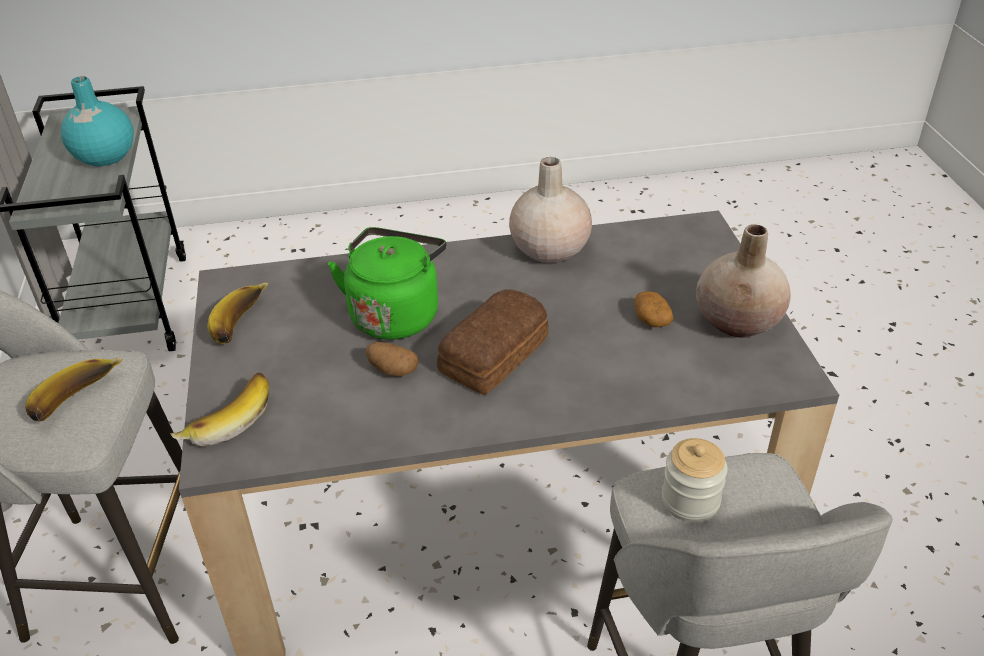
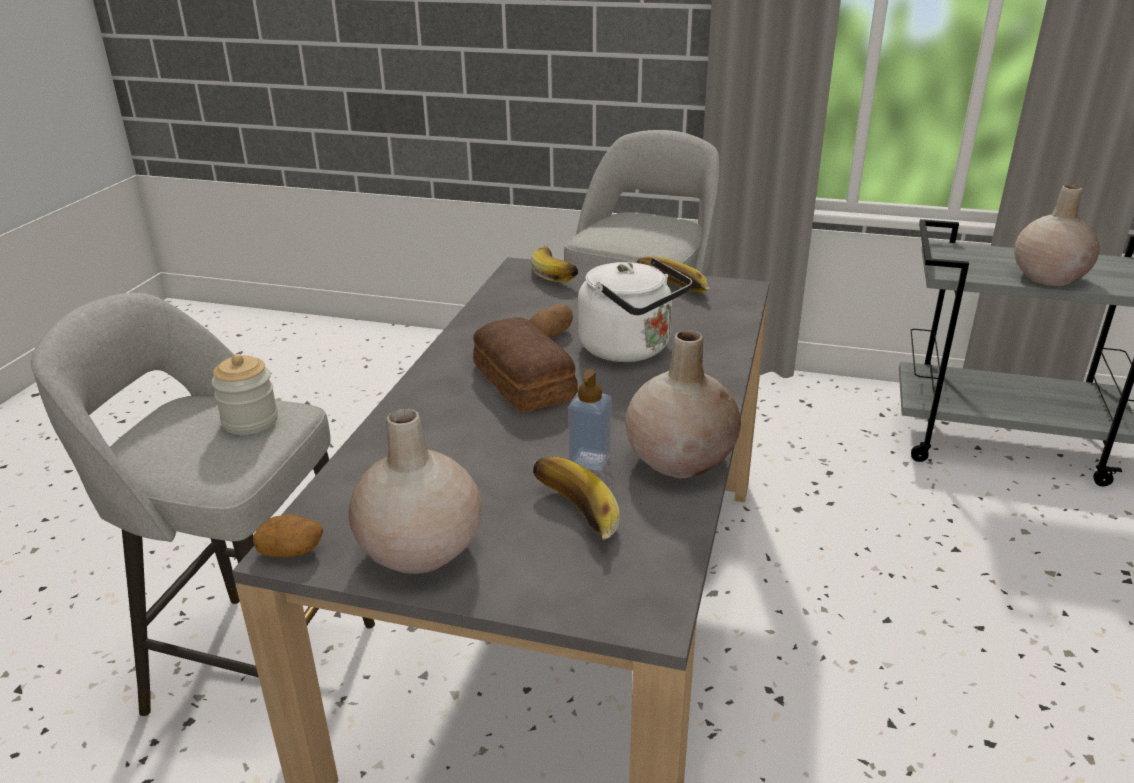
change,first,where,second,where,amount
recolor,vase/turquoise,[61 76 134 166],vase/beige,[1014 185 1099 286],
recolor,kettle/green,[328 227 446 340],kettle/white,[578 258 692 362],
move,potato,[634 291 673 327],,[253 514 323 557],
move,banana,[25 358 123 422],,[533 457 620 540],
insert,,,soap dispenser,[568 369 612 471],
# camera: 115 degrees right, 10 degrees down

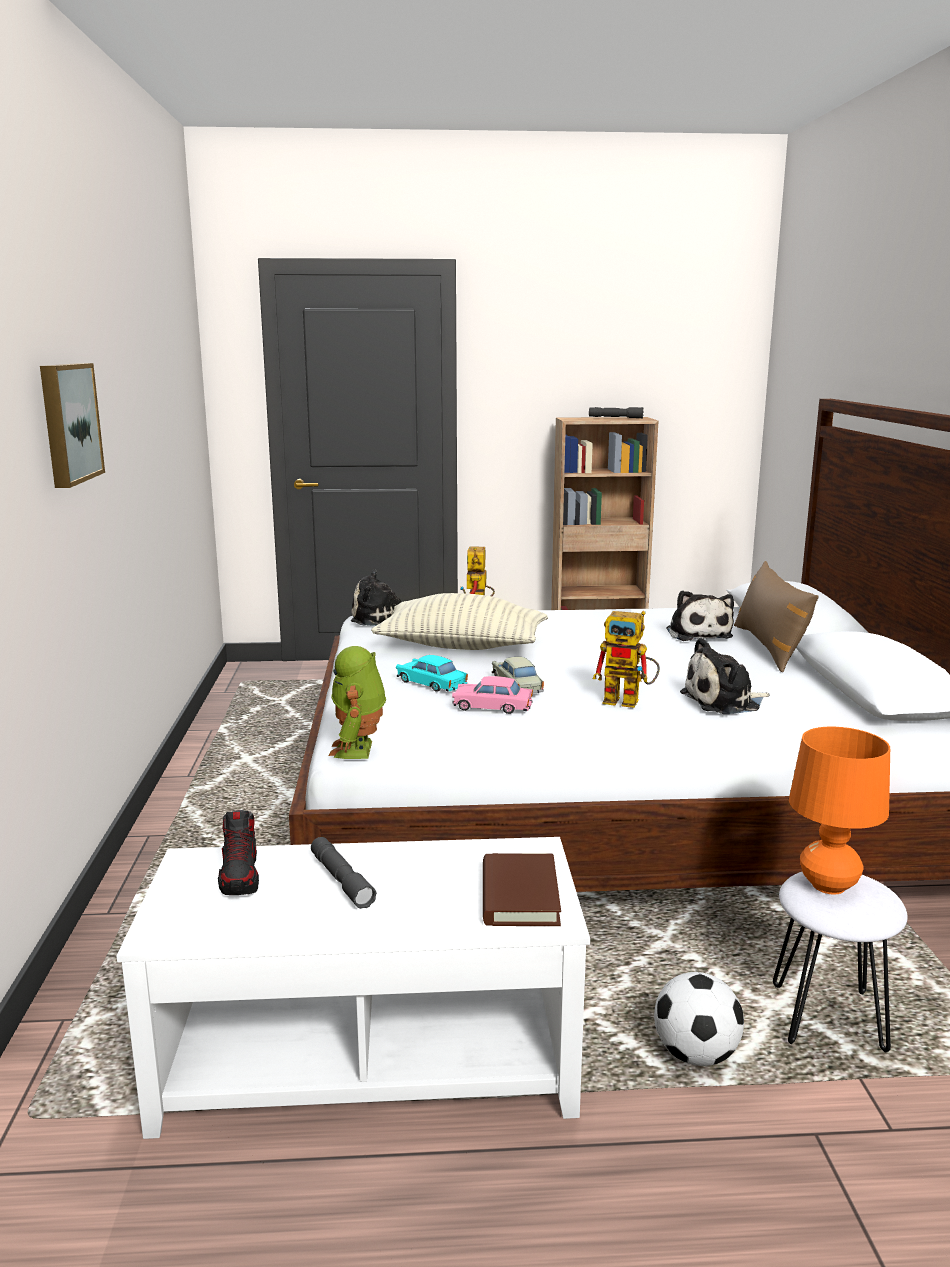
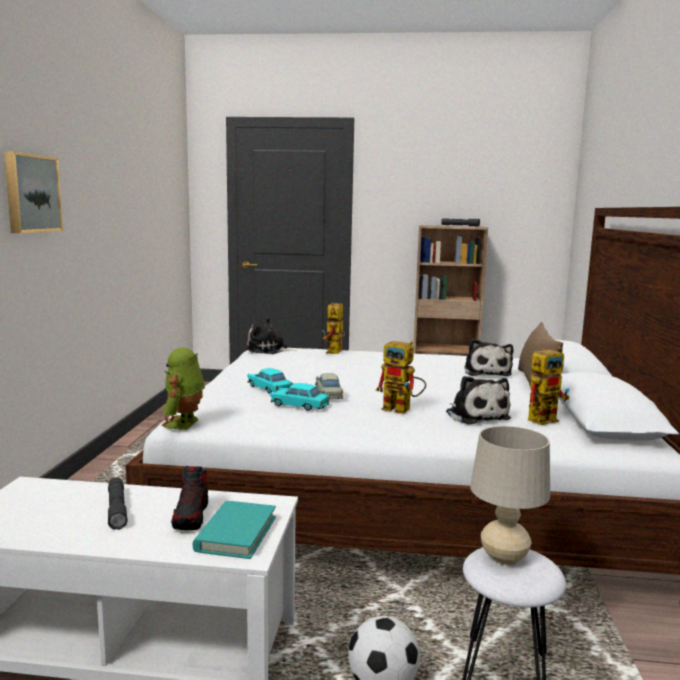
change,first,where,second,where,amount
delete,pillow,[371 593 548 650],,,
rotate,plush toy,[680 638 770 714],,[446 376 511 425],105 degrees counterclockwise
recolor,toy car/pink,[452 676 533 714],toy car/turquoise,[270 383 330 411],
recolor,table lamp/orange,[789 727 890 894],table lamp/beige,[470 426 550 565],
move,shoe,[218 810 259 895],,[171 466 208 530],
recolor,book/brown,[483 853 561 926],book/turquoise,[193 501 276 559],
insert,,,toy robot,[528 347 570 425],
# camera: 10 degrees right, 5 degrees down

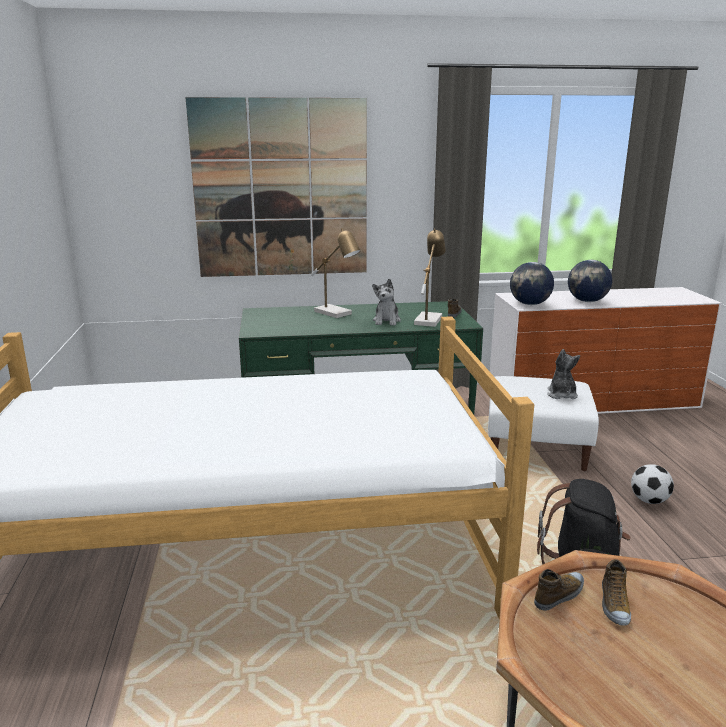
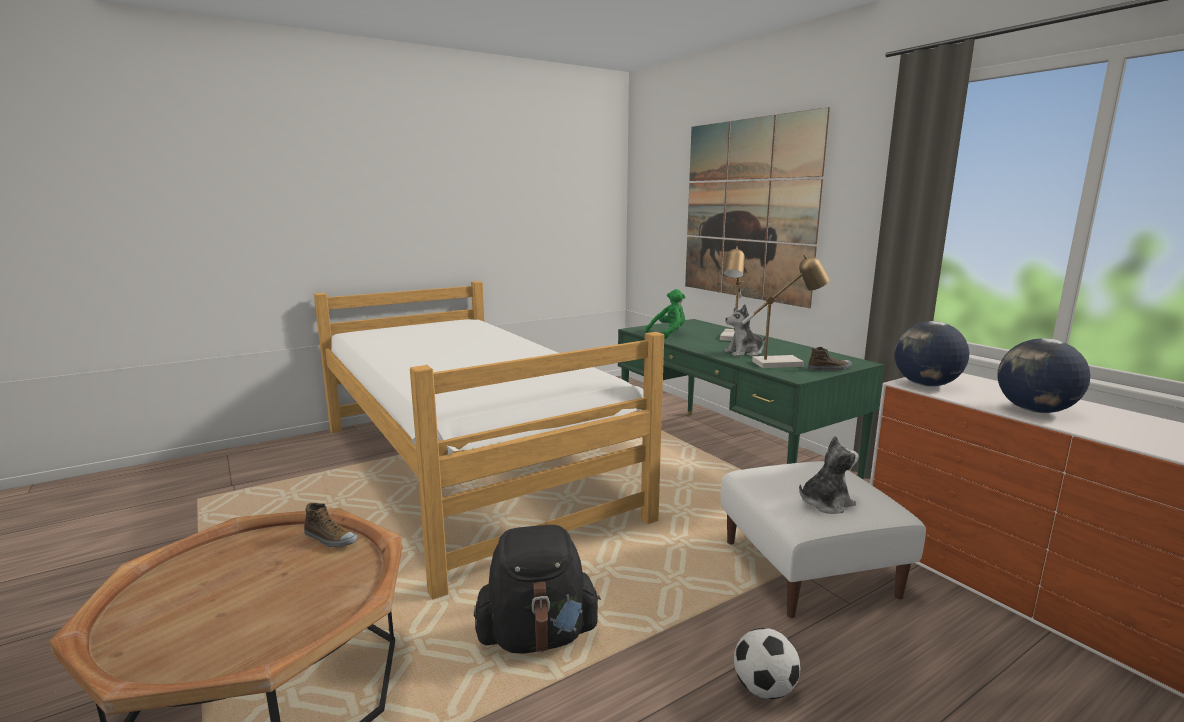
change,first,where,second,where,amount
delete,shoe,[602 559 631 626],,,
insert,,,plush toy/green,[645 289 685 339],
# camera: 65 degrees right, 5 degrees down

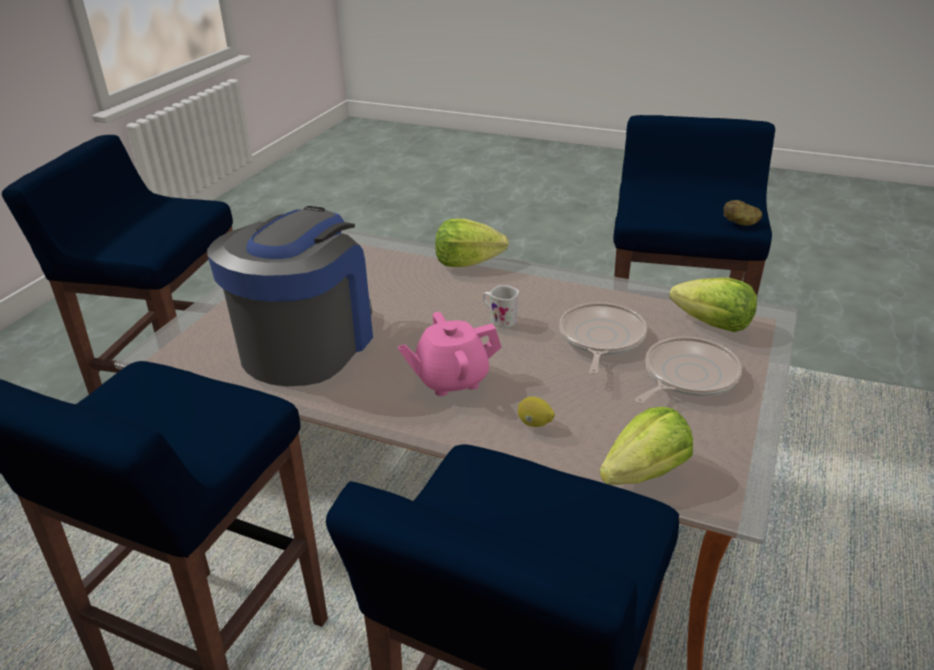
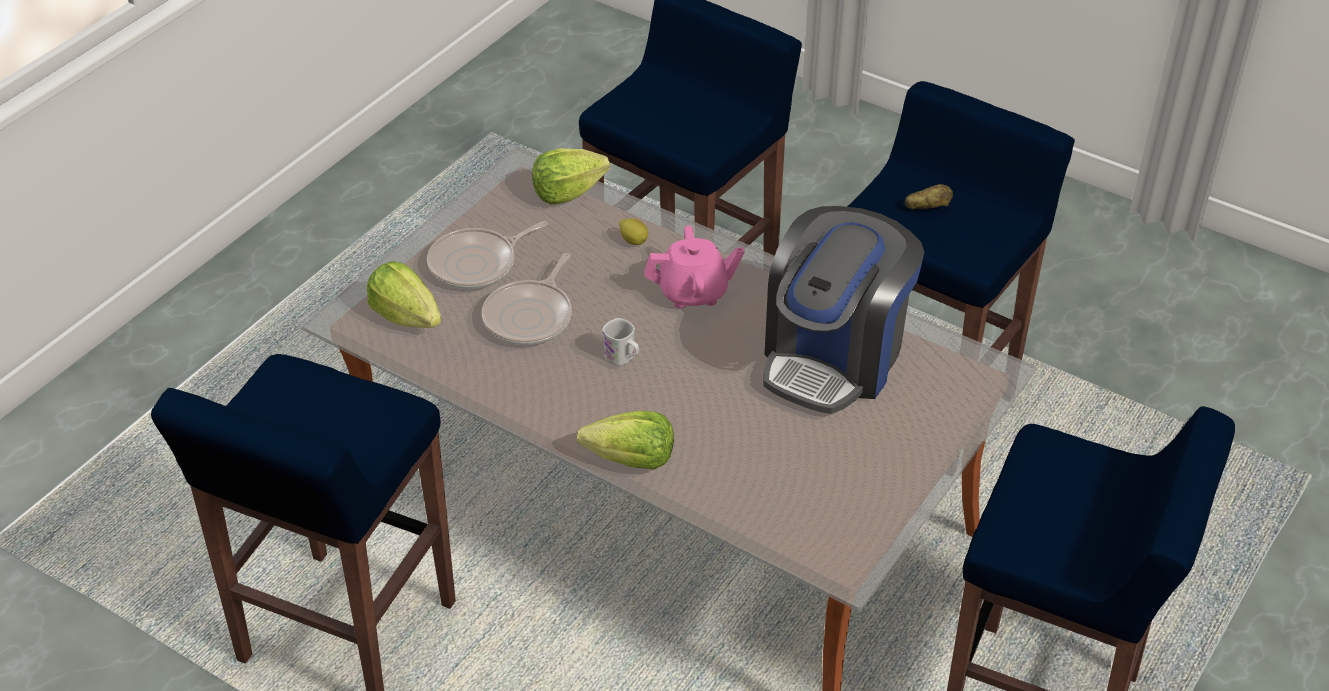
change,first,where,second,where,amount
move,potato,[723 200 762 226],,[905 184 953 209],
# camera: 170 degrees left, 10 degrees up

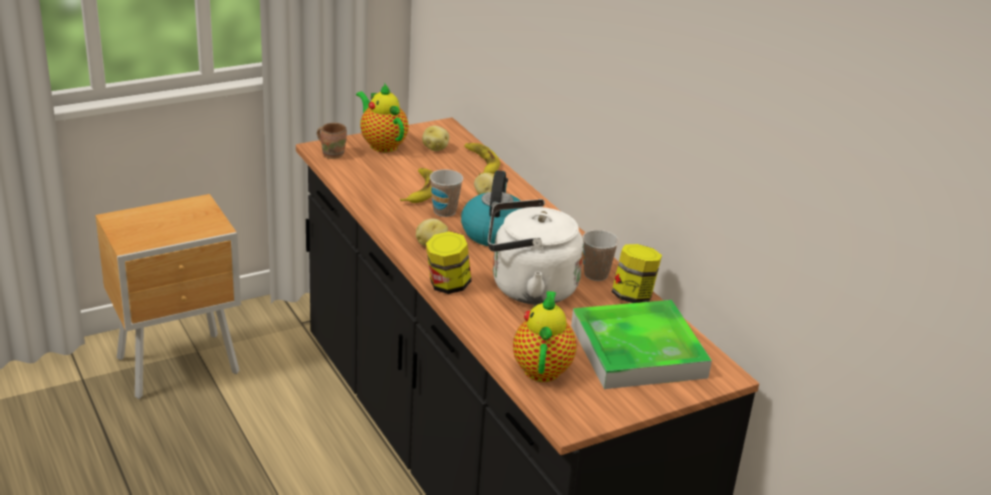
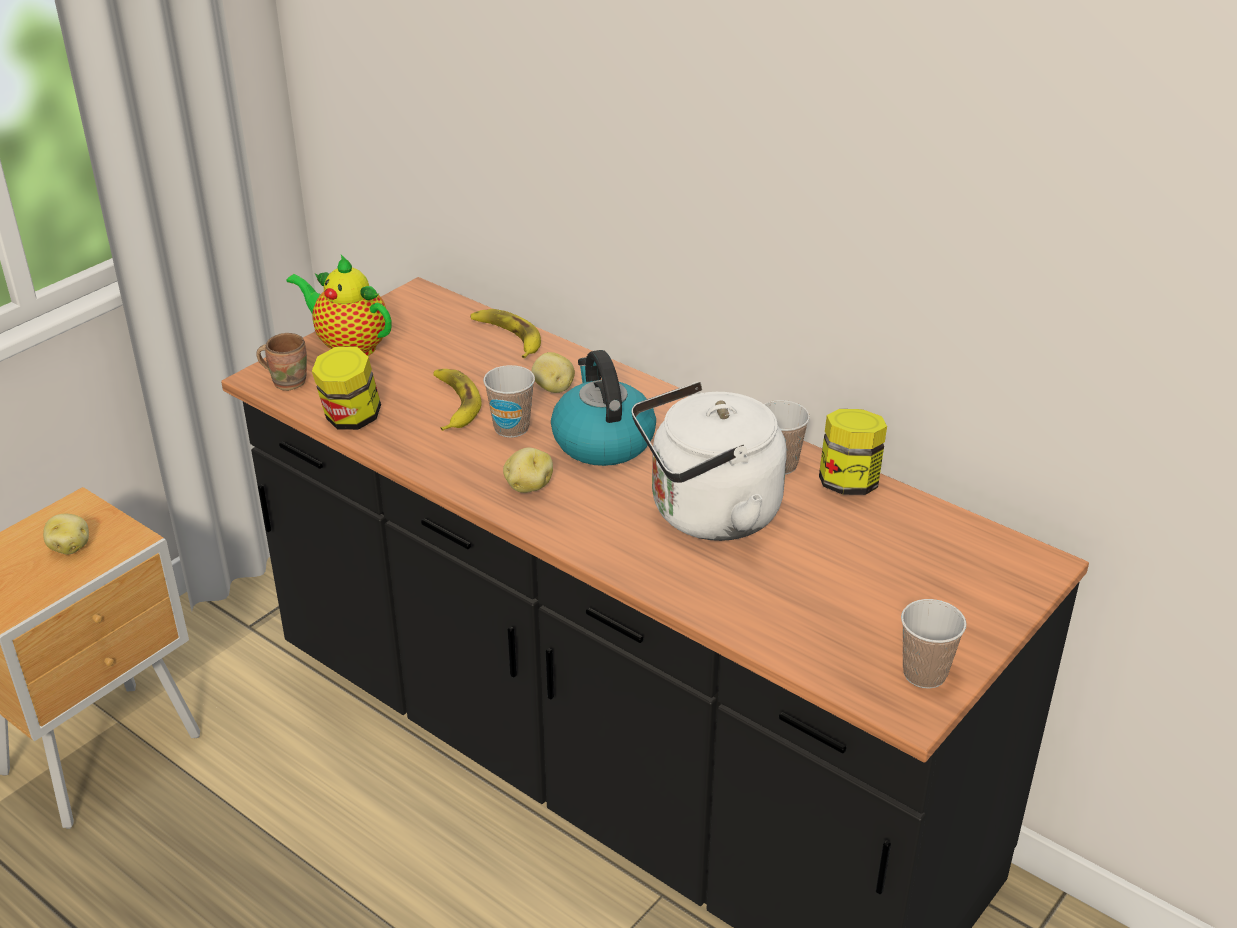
change,first,where,second,where,amount
move,potato,[422 126 449 151],,[43 514 89 554],
move,jar,[426 231 471 294],,[312 347 381 430],
delete,teapot,[513 291 577 382],,,
delete,tray,[571 300 712 389],,,
insert,,,cup,[901 599 967 689],
# camera: 20 degrees left, 5 degrees up

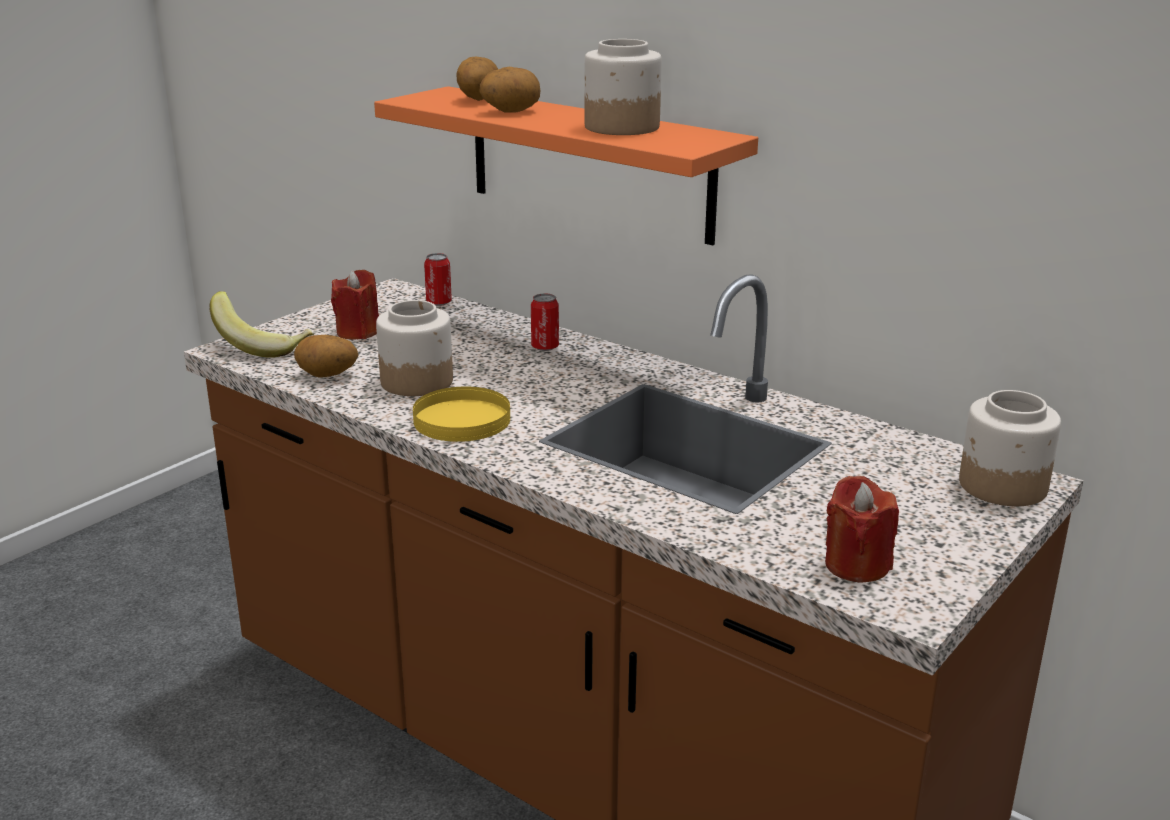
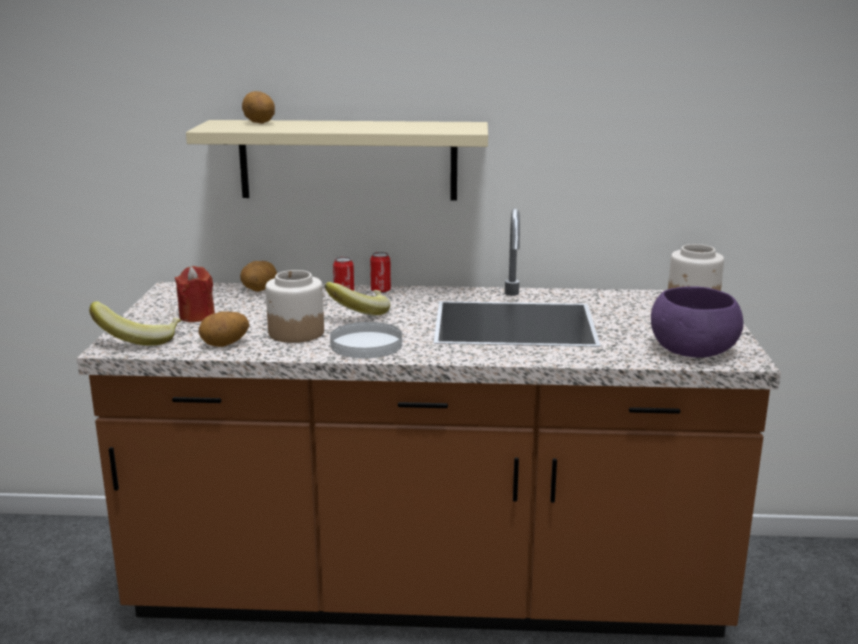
change,first,where,second,where,amount
delete,jar,[584 39 662 135],,,
move,potato,[479 67 540 113],,[240 261 277 292],
recolor,shelf/orange,[374 86 758 245],shelf/beige,[186 120 488 201],
move,can,[424 253 452 306],,[370 252 391 293],
recolor,plate/yellow,[413 387 510 442],plate/white,[330 322 402 358],
replace,candle/red,[825 476 899 583],bowl/purple,[651 286 743 358],
insert,,,banana,[325 282 390 316],
# camera: 35 degrees left, 5 degrees down

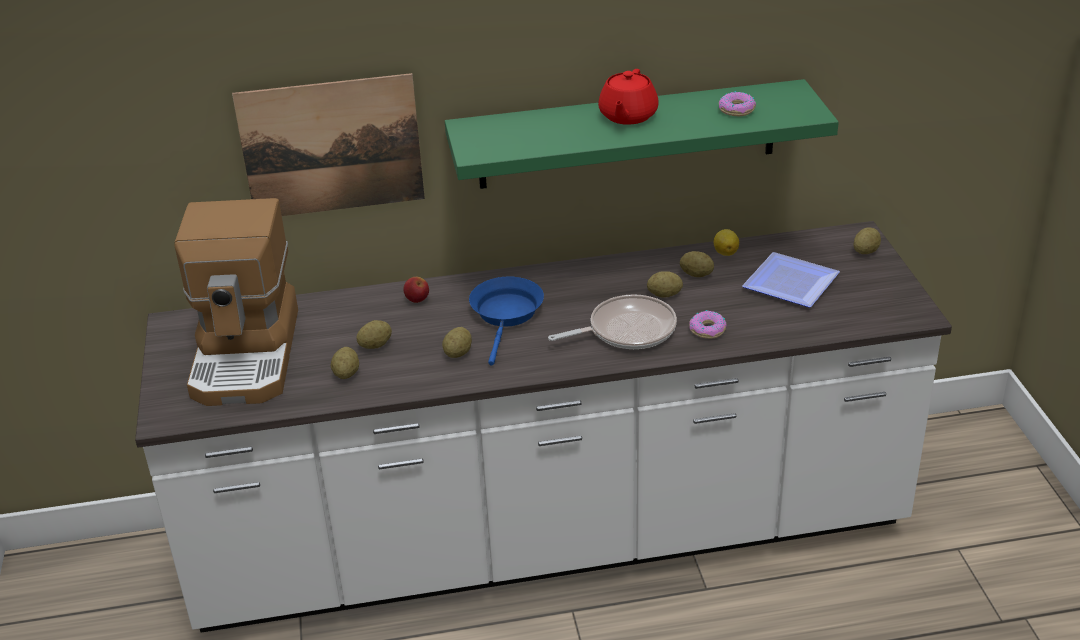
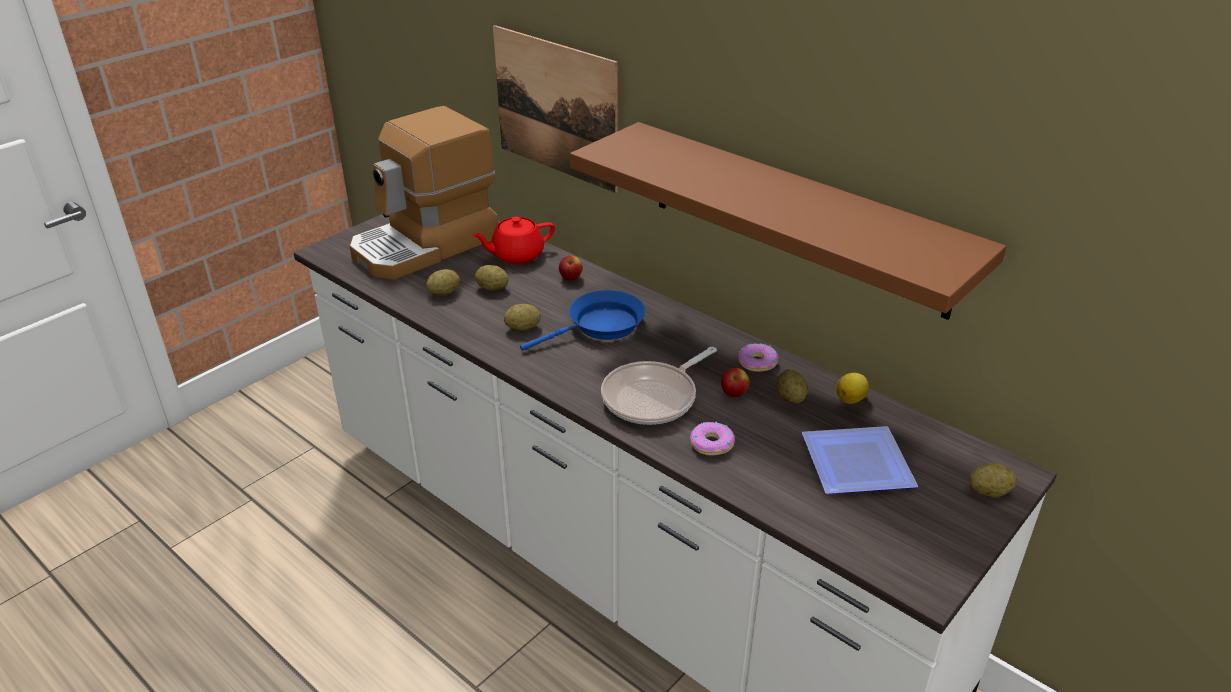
change,first,where,second,where,amount
move,teapot/red,[598 69 659 125],,[472 217 555 264],
recolor,shelf/green,[445 79 839 189],shelf/brown,[570 122 1007 320],
move,donut,[719 91 756 116],,[738 343 778 372],
replace,potato,[647 271 683 298],apple,[721 368 750 397],
rotate,frying pan,[548 294 677 349],,[601 347 717 425],105 degrees clockwise
# camera: 50 degrees right, 0 degrees up

